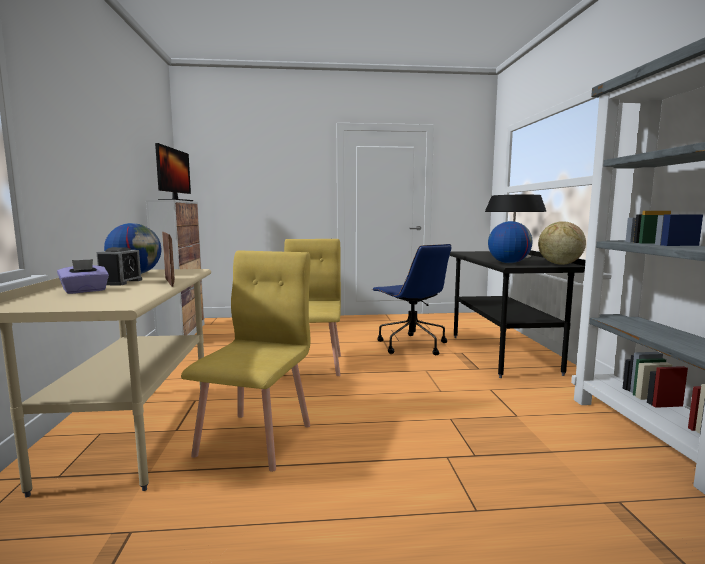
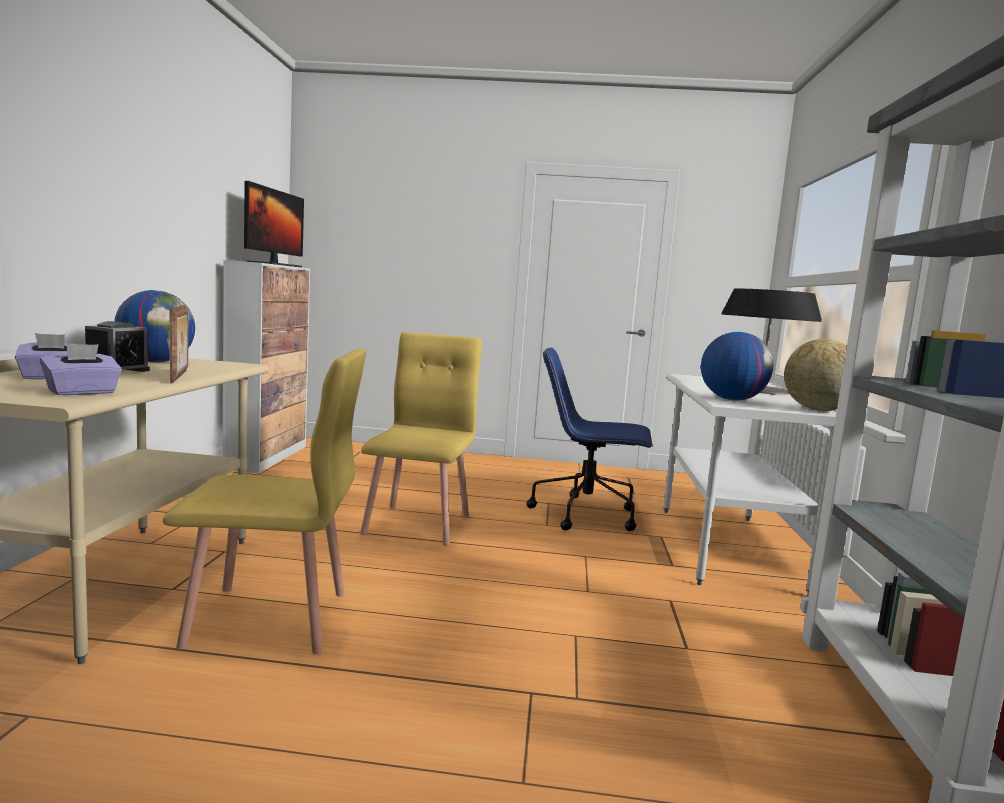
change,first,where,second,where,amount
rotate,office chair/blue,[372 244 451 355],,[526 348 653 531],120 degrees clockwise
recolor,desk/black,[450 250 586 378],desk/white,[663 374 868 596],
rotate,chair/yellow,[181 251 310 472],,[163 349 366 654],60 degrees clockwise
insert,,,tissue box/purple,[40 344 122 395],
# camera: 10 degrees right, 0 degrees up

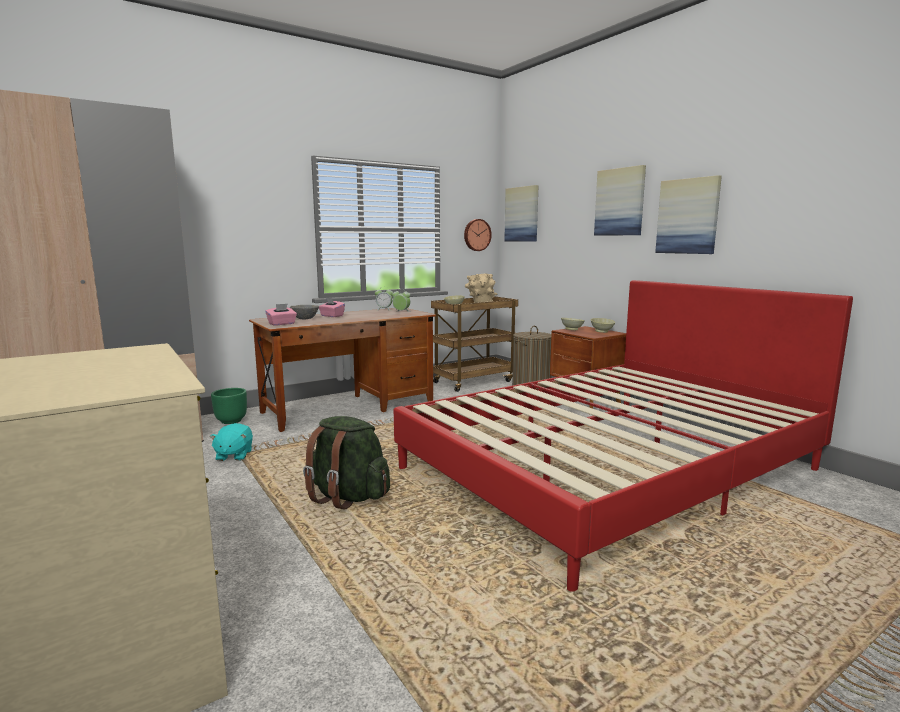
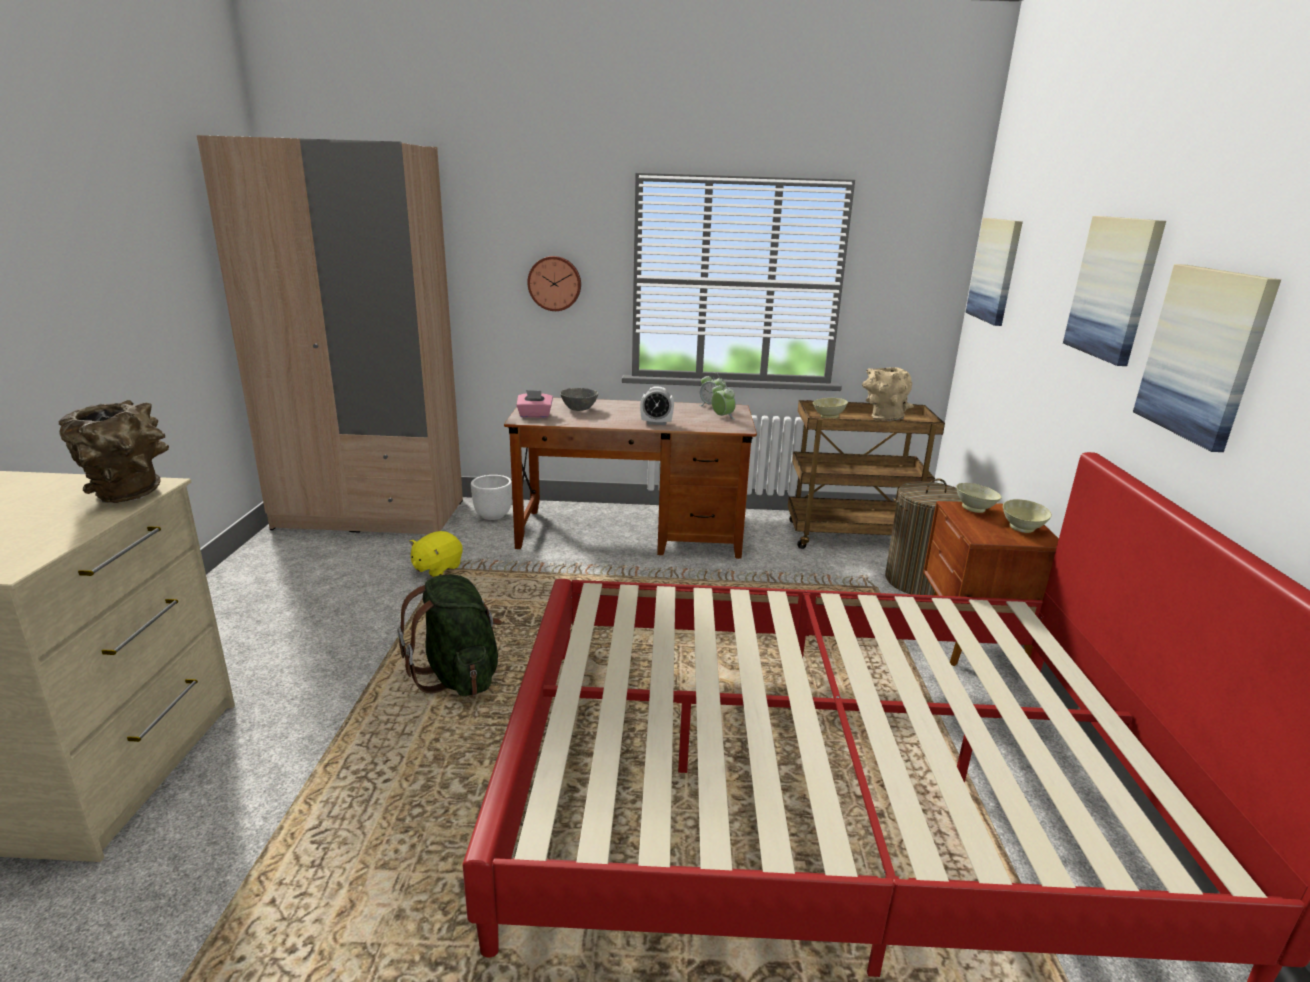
change,first,where,second,where,amount
move,wall clock,[464 219 492 251],,[527 256 581 311],
delete,tissue box/pink,[319 297 345 317],,,
recolor,planter/green,[211 388 247 424],planter/white,[471 475 512 520],
recolor,plush toy/turquoise,[209 423 253 461],plush toy/yellow,[409 531 463 577],
insert,,,alarm clock,[640 387 674 425],
insert,,,vase/brown,[59 400 169 503],
# camera: 35 degrees right, 10 degrees up

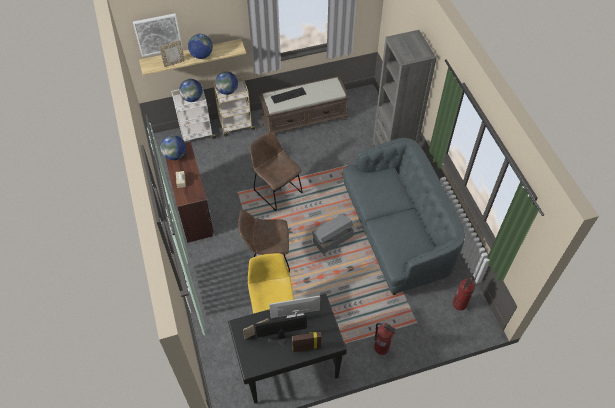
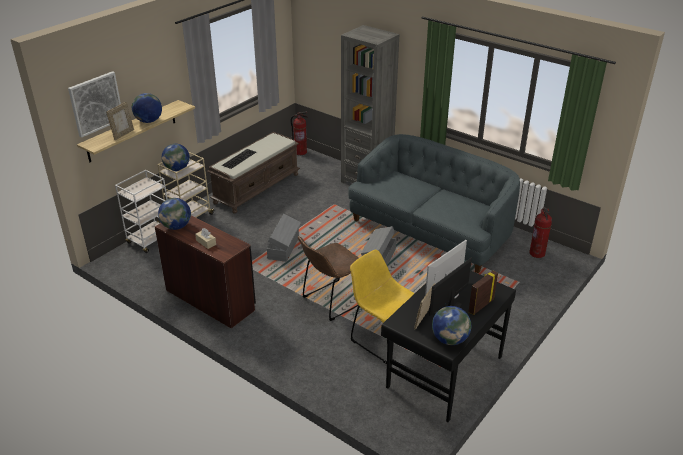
change,first,where,second,where,amount
move,globe,[179 79 203 102],,[432 306 471 345],
replace,chair/brown,[249 132 302 211],storage box/grey,[267 214 301 262],
move,fire extinguisher,[374 323 396 355],,[290 111 308 155],
# camera: 35 degrees left, 20 degrees down

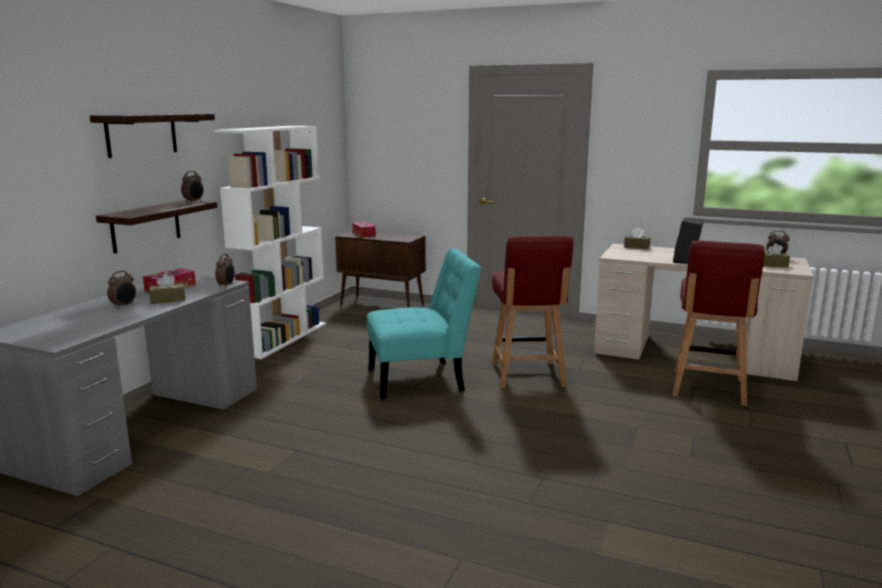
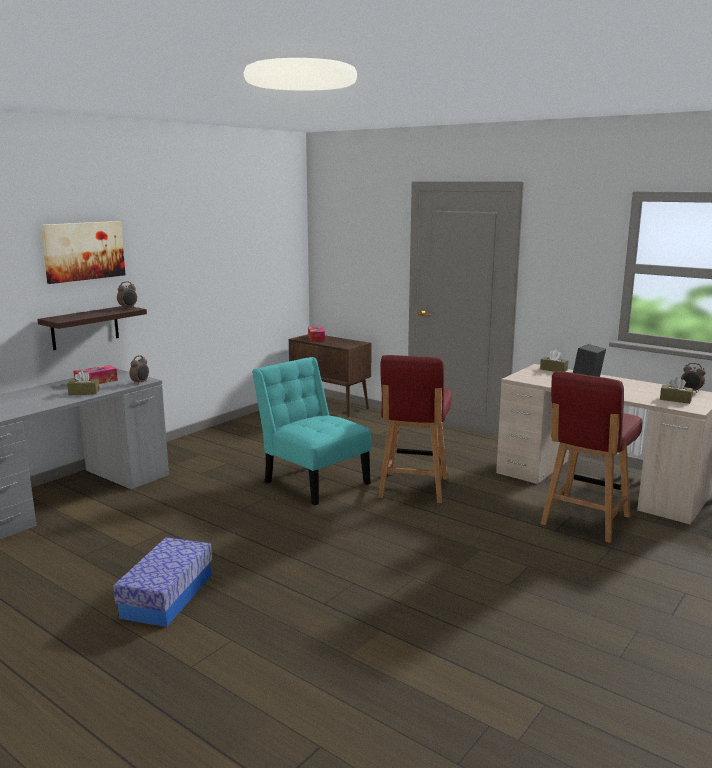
change,first,where,second,where,amount
replace,shelf,[90 113 215 158],picture,[40 221 126 284],
delete,bookcase/white,[215 126 326 359],,,
rotate,chair/turquoise,[367 249 482 399],,[252 357 371 505],135 degrees counterclockwise
delete,alarm clock,[107 271 136 309],,,
insert,,,storage box,[113 537 212 627],
# camera: 15 degrees right, 0 degrees up

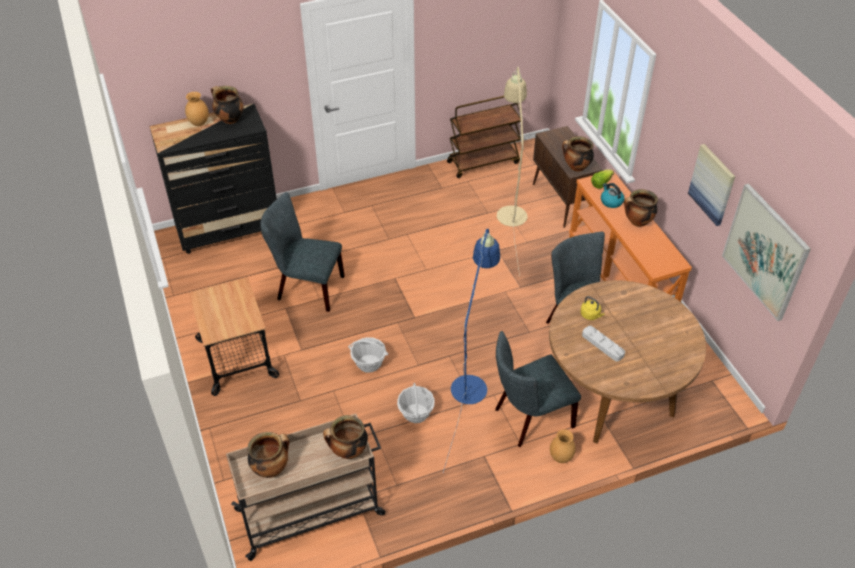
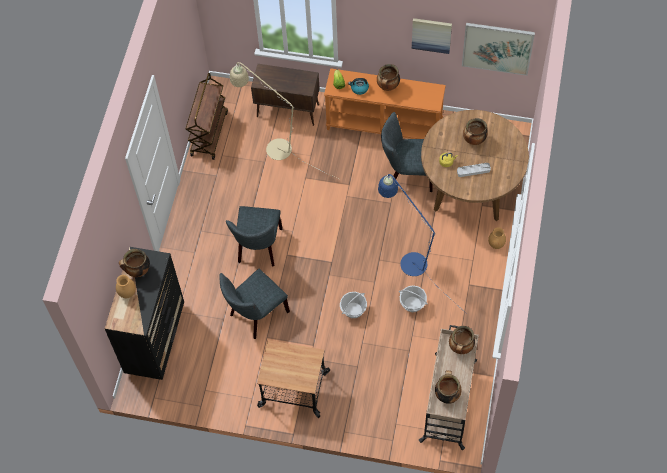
change,first,where,second,where,amount
move,cooking pot,[562 136 594 172],,[463 118 488 145],
move,chair/grey,[495 331 581 447],,[226 206 283 267],
# camera: 55 degrees left, 15 degrees up

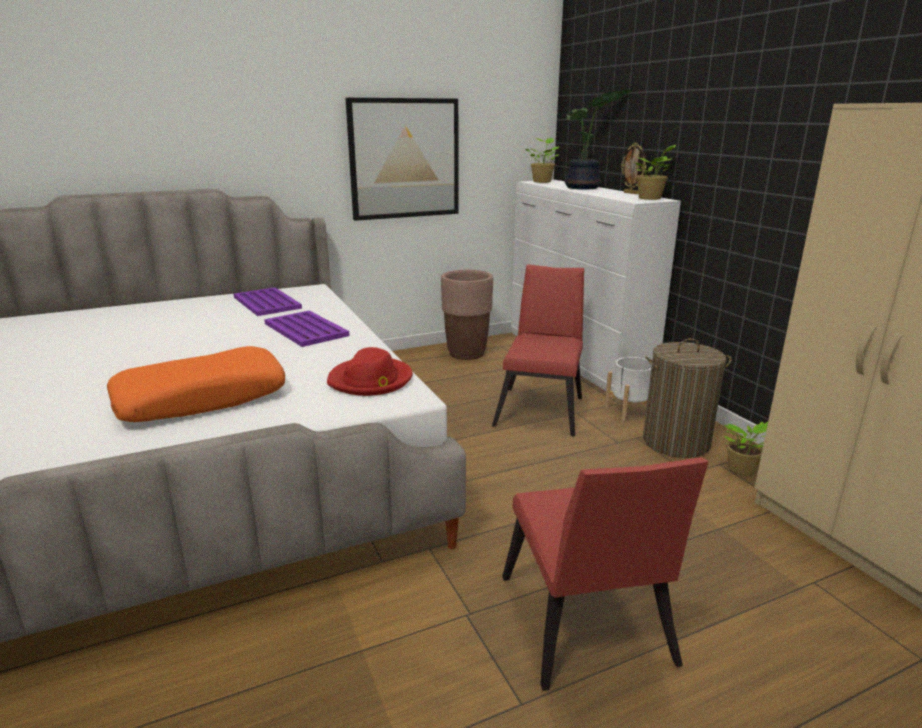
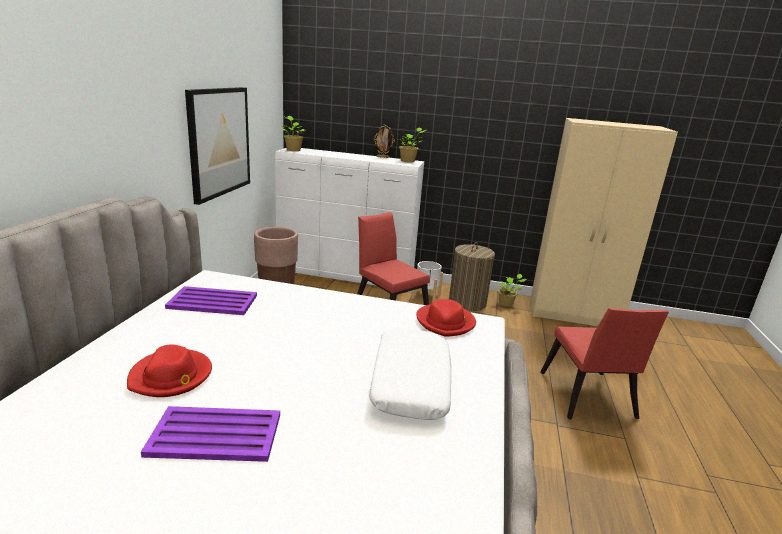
change,first,where,second,where,amount
delete,potted plant,[565 90 632 189],,,
move,tray/purple,[264 311 350 347],,[141 406 280 462],
recolor,pillow/orange,[107 346 285 422],pillow/white,[369 328 451 420],
rotate,chair/red,[502 457 708 691],,[541 308 669 419],60 degrees clockwise
insert,,,hat/red,[127 344 212 397],
# camera: 55 degrees left, 0 degrees up

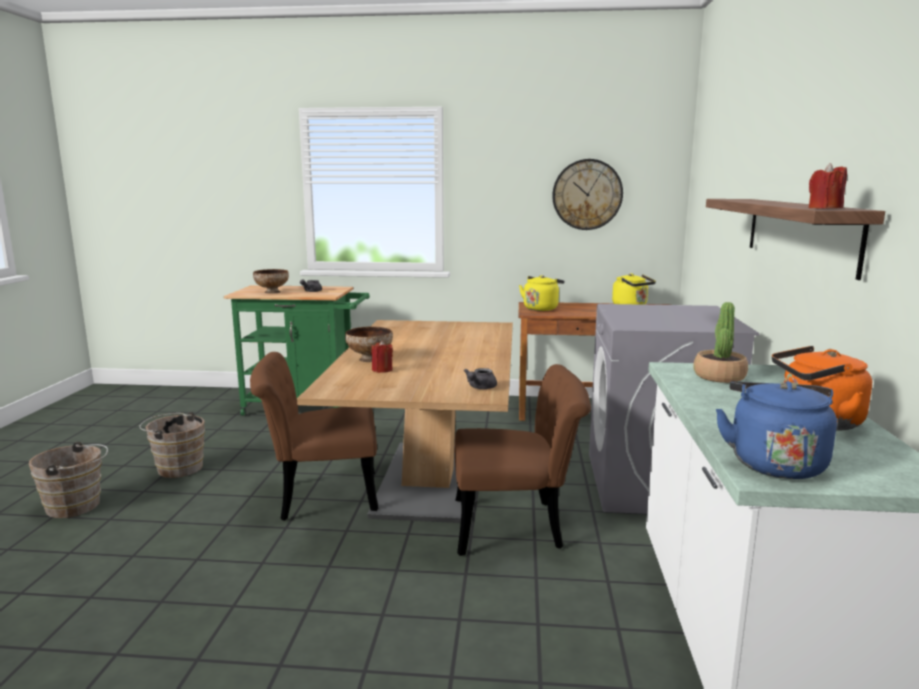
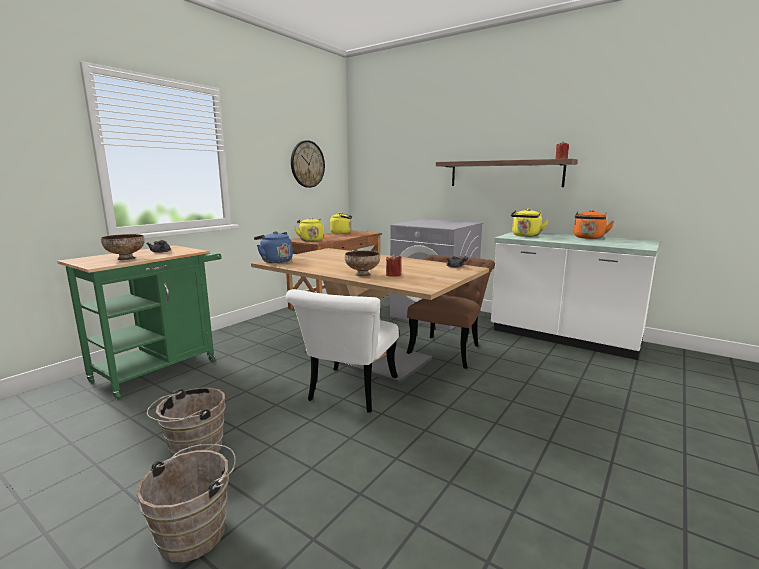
change,first,where,second,where,amount
replace,potted plant,[693 302 748 383],kettle/yellow,[511 208 549 237],
recolor,chair/brown,[250 352 378 521],chair/white,[286 289 399 413],
move,kettle/blue,[716 381 837 479],,[254 231 293 263],
# camera: 60 degrees left, 0 degrees up

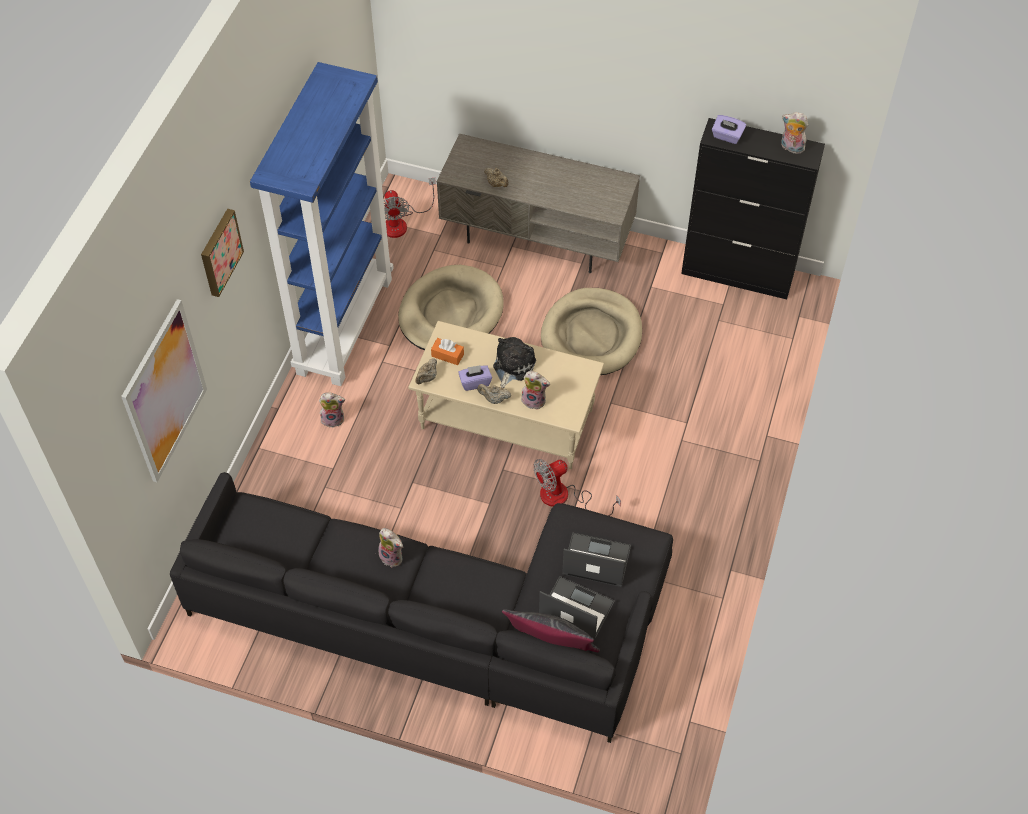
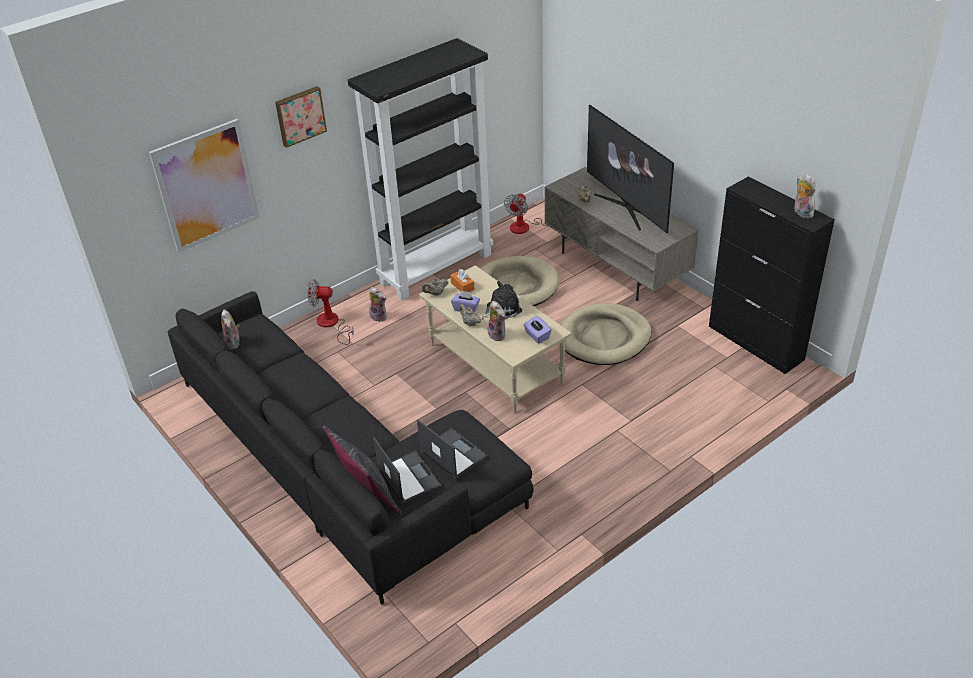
change,first,where,second,where,amount
recolor,bookcase/blue,[250 62 394 386],bookcase/black,[348 38 493 300],
move,tissue box/purple,[712 115 746 144],,[523 316 551 343],
move,fan,[534 459 621 516],,[307 279 354 345],
move,plush toy,[379 528 403 568],,[221 309 240 350],
insert,,,television,[587 105 674 233],
# camera: 35 degrees right, 15 degrees down

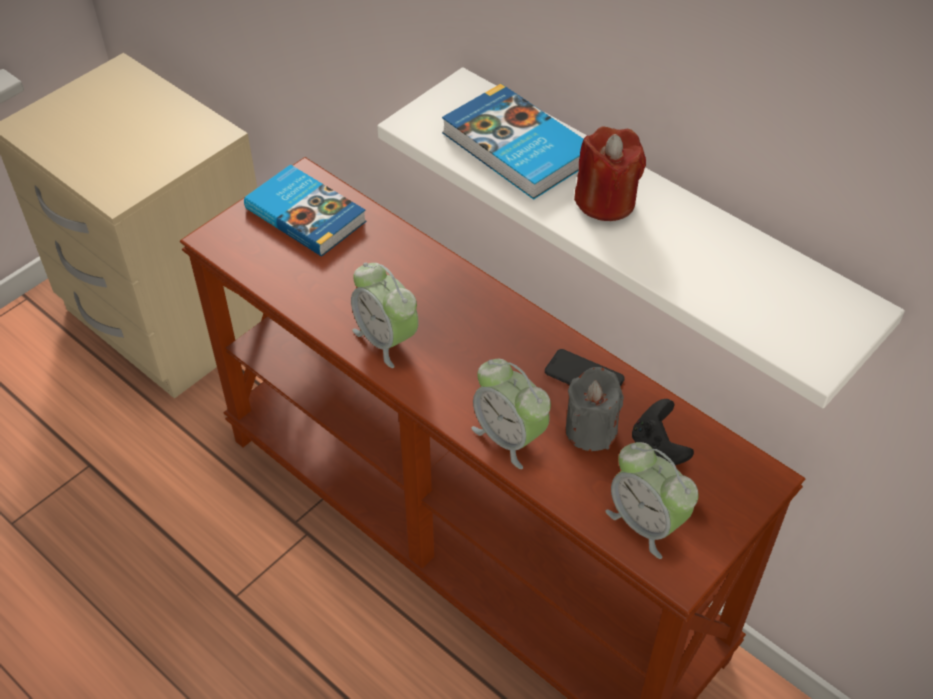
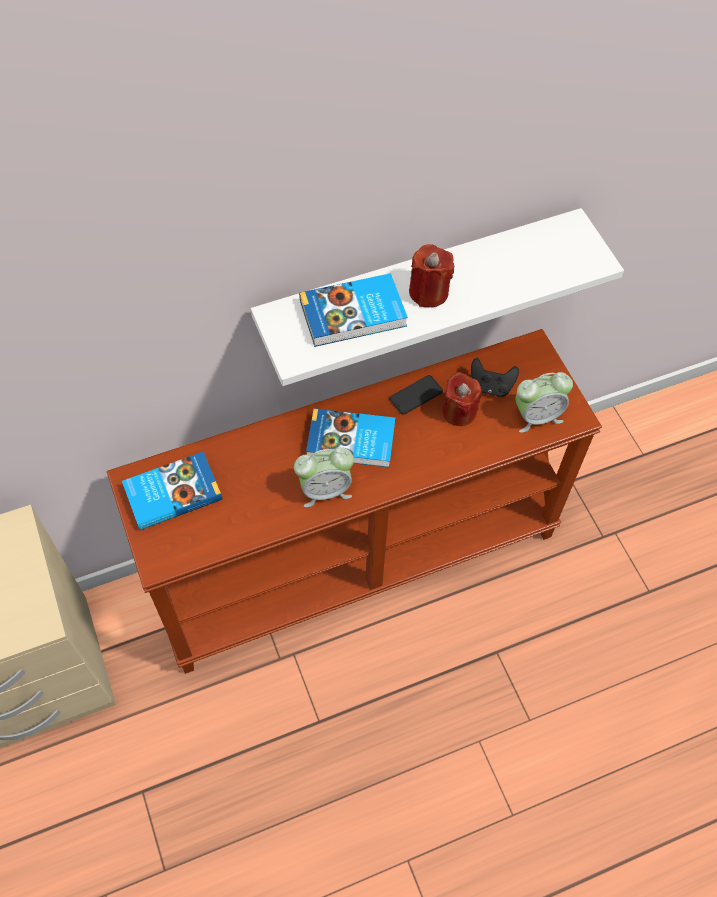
change,first,where,second,where,amount
delete,alarm clock,[471 359 551 469],,,
recolor,candle/grey,[565 367 624 451],candle/red,[442 372 482 426],
insert,,,book,[306 408 395 467],
# camera: 65 degrees left, 10 degrees up

